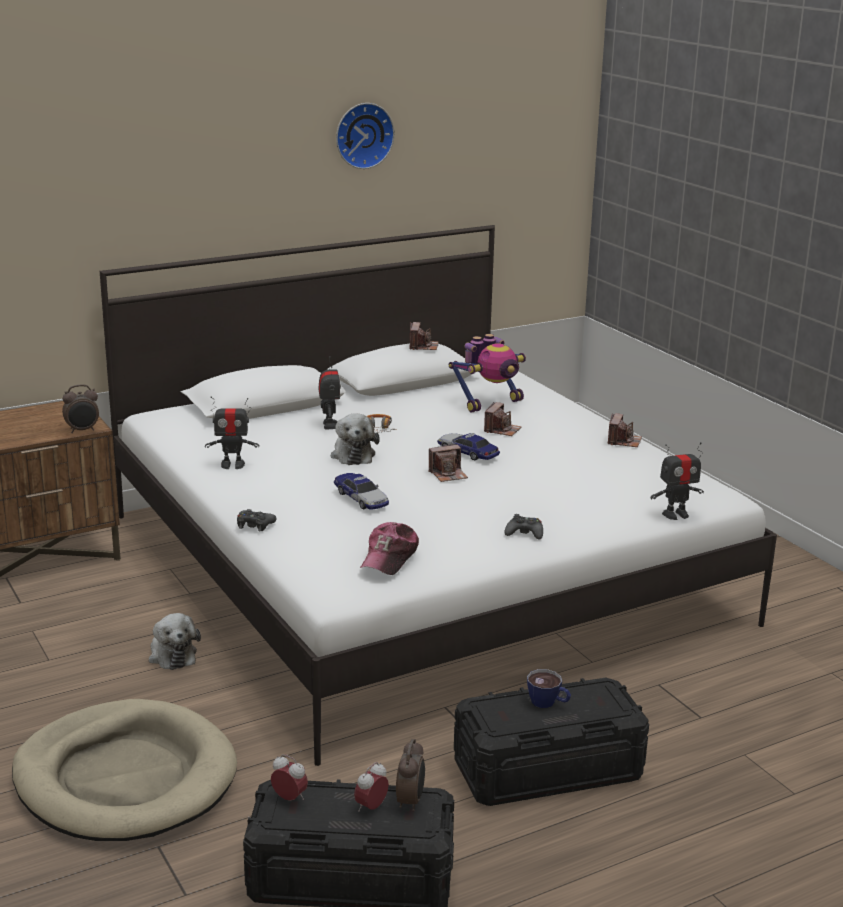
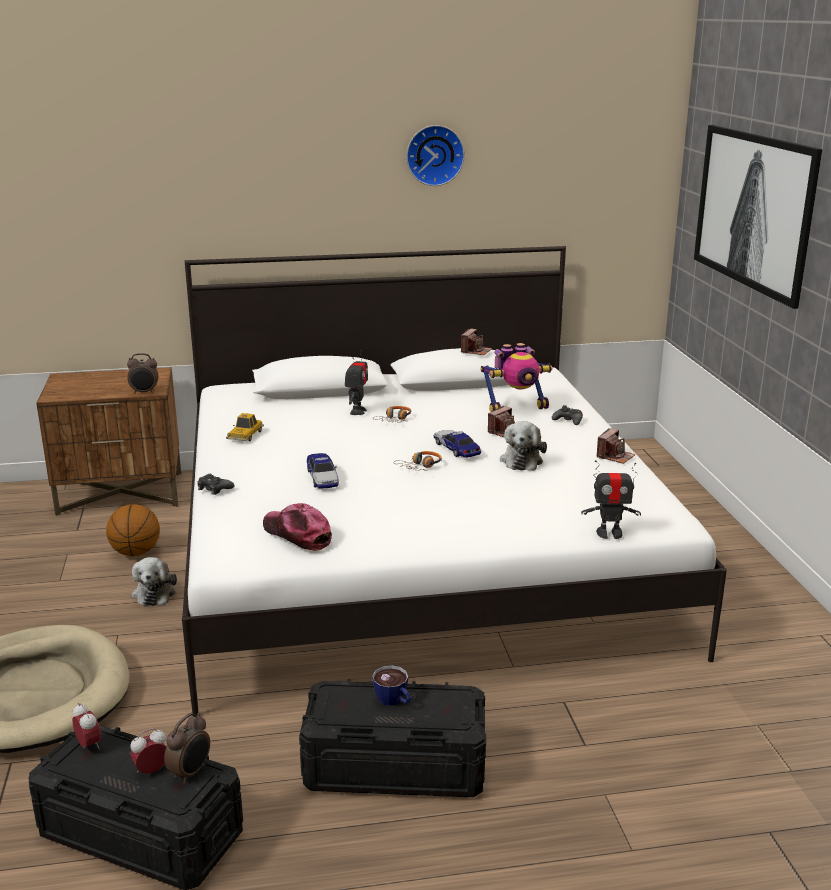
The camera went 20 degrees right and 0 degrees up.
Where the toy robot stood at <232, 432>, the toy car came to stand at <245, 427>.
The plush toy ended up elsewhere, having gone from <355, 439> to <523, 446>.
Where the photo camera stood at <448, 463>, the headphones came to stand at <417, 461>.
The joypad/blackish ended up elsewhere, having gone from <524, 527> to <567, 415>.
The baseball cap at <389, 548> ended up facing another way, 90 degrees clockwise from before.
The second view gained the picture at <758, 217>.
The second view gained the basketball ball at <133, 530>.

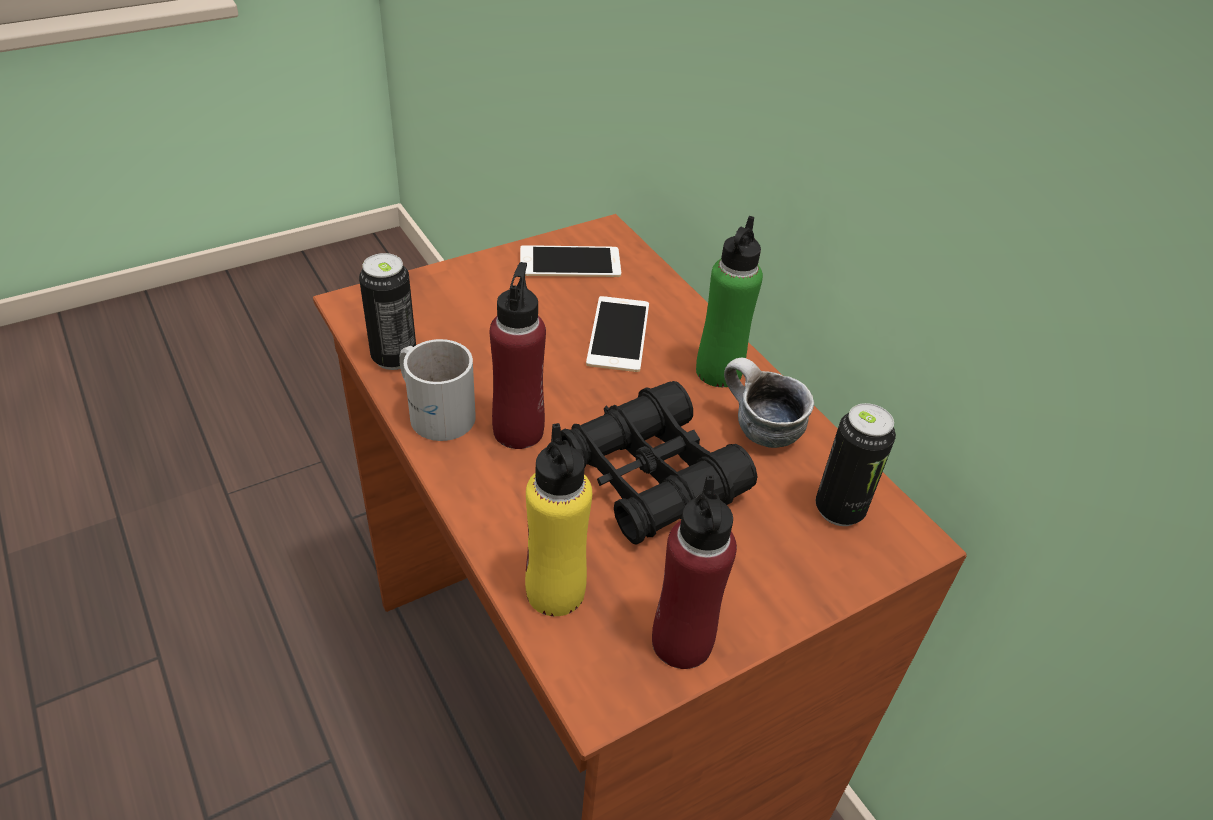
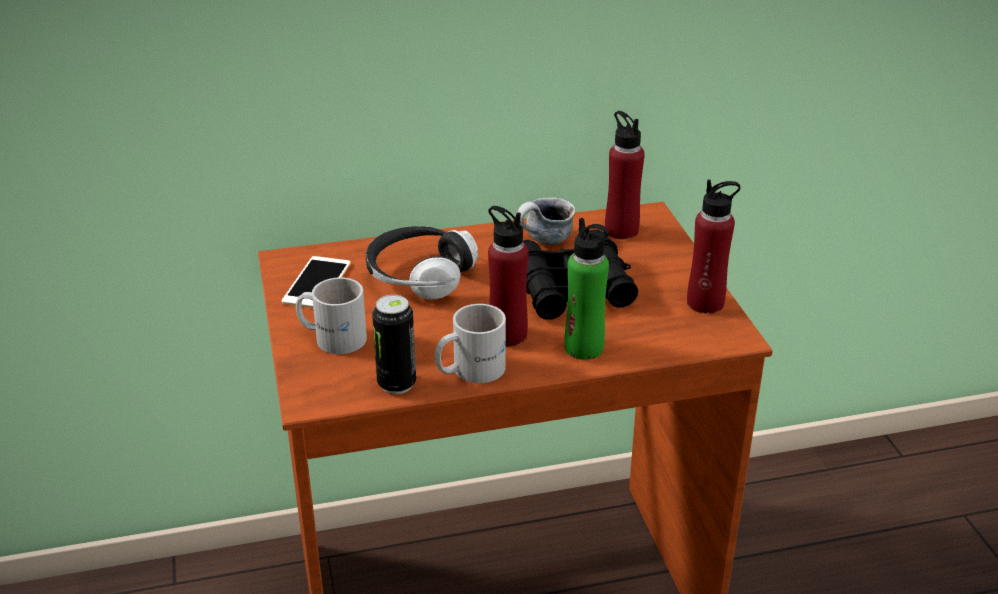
The camera went 70 degrees left and 10 degrees down.
The drink bottle/green ended up elsewhere, having gone from <729, 301> to <587, 289>.
Where the handset stood at <617, 334>, the headphones came to stand at <422, 263>.
Where the can stood at <856, 464>, the drink bottle/red came to stand at <625, 175>.
The second view lost the drink bottle/yellow-coloured at <558, 519>.
The second view gained the coffee mug/white at <331, 315>.

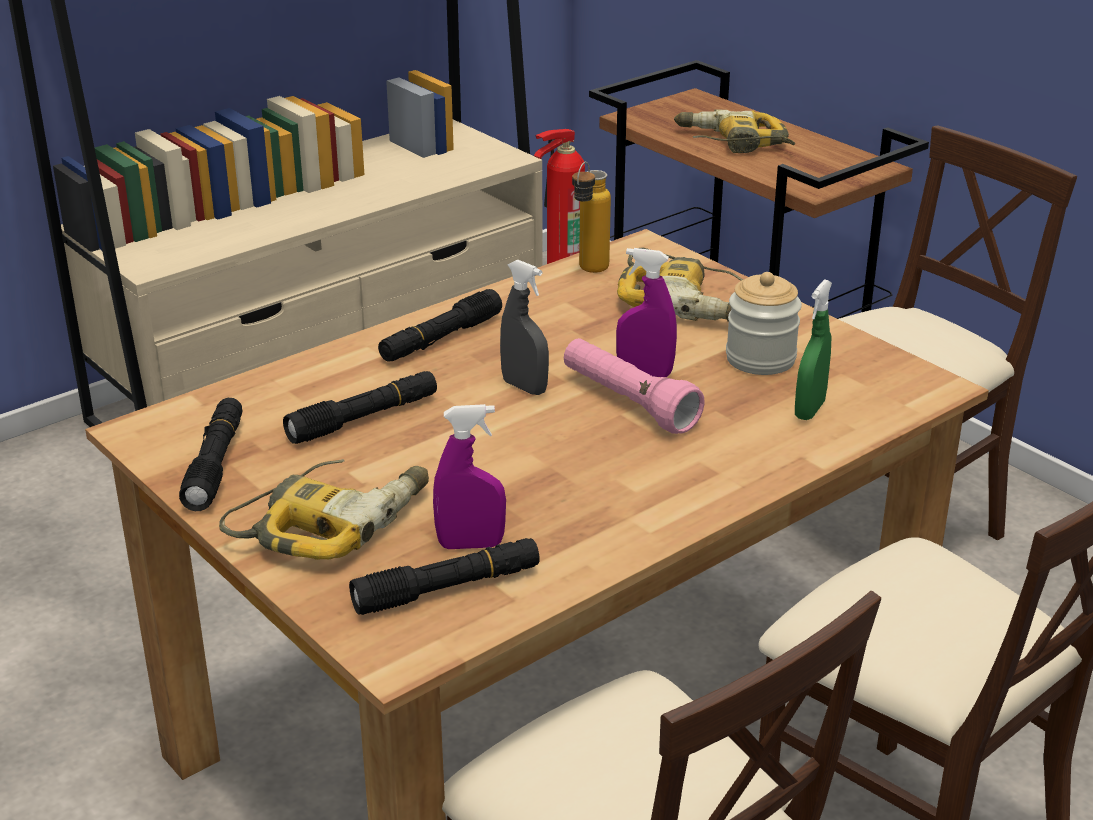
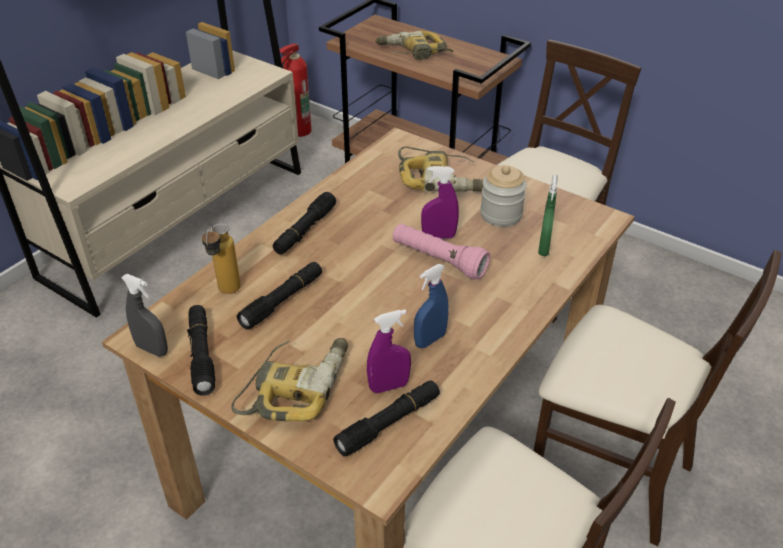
The camera went 15 degrees left and 10 degrees up.
The drink bottle ended up elsewhere, having gone from <591, 217> to <221, 259>.
The hand sprayer/greyish ended up elsewhere, having gone from <524, 327> to <144, 315>.
The second view gained the hand sprayer/blue at <431, 306>.

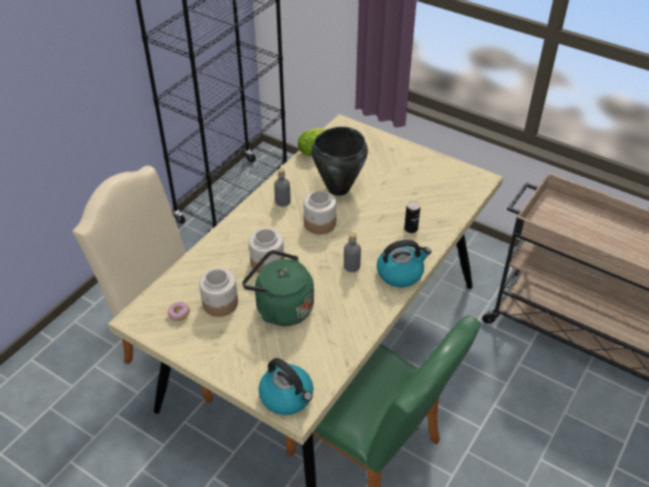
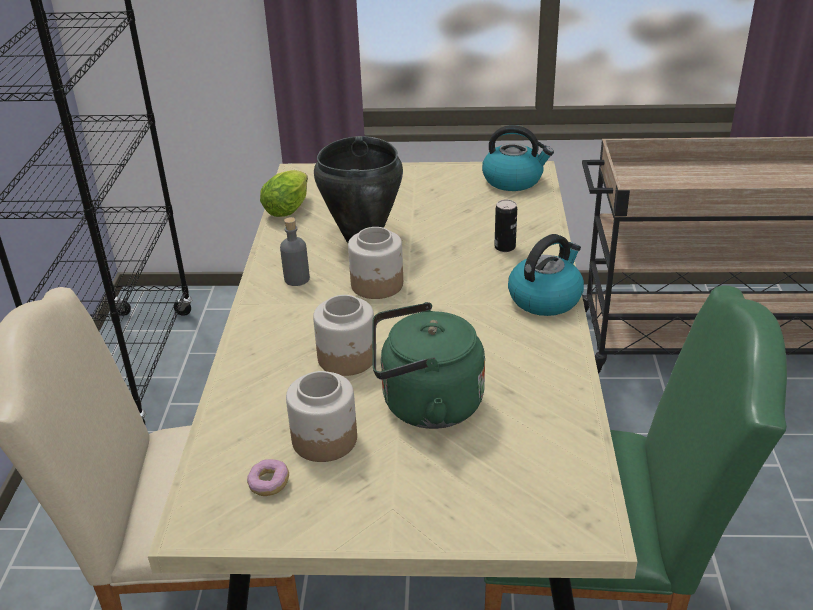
The camera went 30 degrees left and 10 degrees down.
The second view lost the drink bottle/greyish at <352, 252>.
The tea kettle ended up elsewhere, having gone from <286, 386> to <518, 158>.

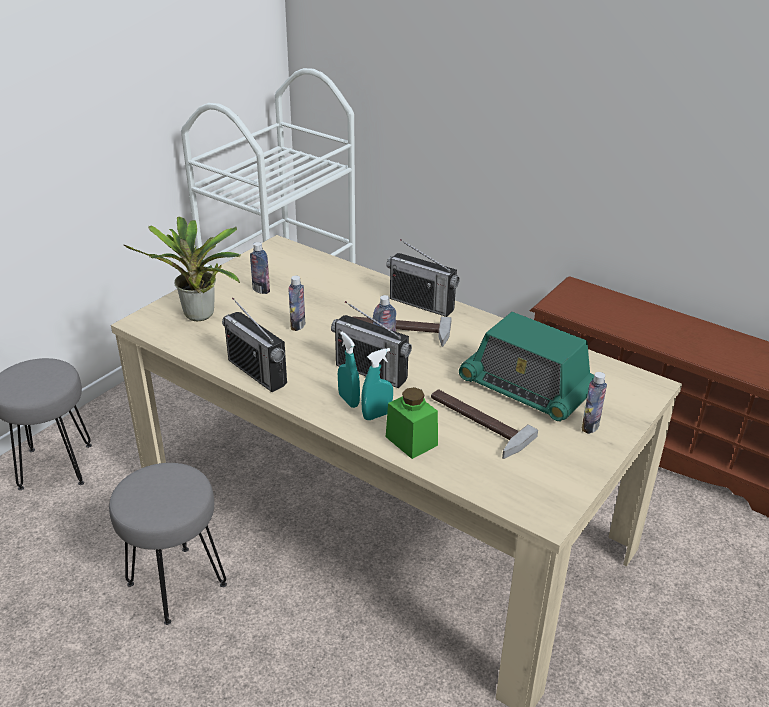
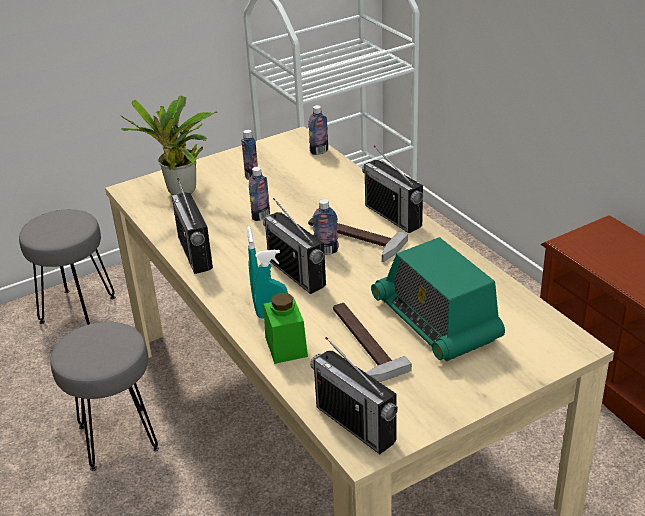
The camera went 25 degrees right and 0 degrees up.
The drink bottle ended up elsewhere, having gone from <594, 403> to <318, 130>.
The second view gained the radio at <354, 395>.

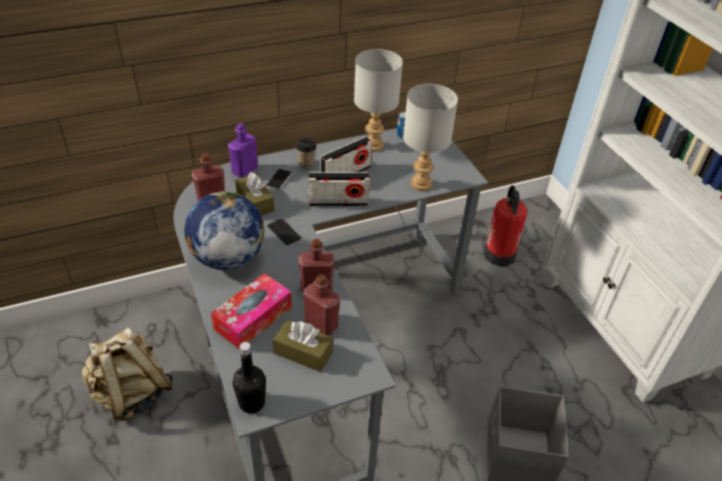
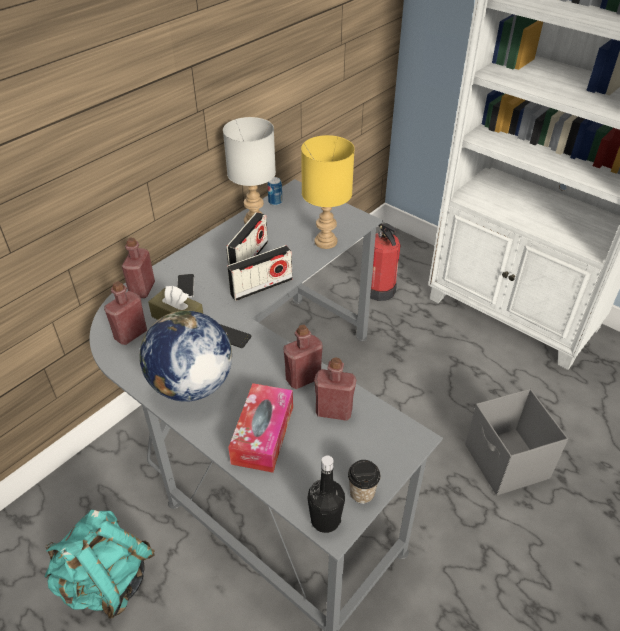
The camera went 25 degrees left and 0 degrees up.
What was the tabletop lamp/greyish at <430, 137> turned into the tabletop lamp/yellow-coloured at <328, 192>.
What was the drink bottle/purplish at <243, 150> turned into the drink bottle/red at <138, 268>.
The drinking cup ended up elsewhere, having gone from <306, 153> to <364, 482>.
The second view lost the tissue holder/brownish at <303, 346>.
What was the backpack/sand-coloured at <127, 374> turned into the backpack/turquoise at <100, 564>.

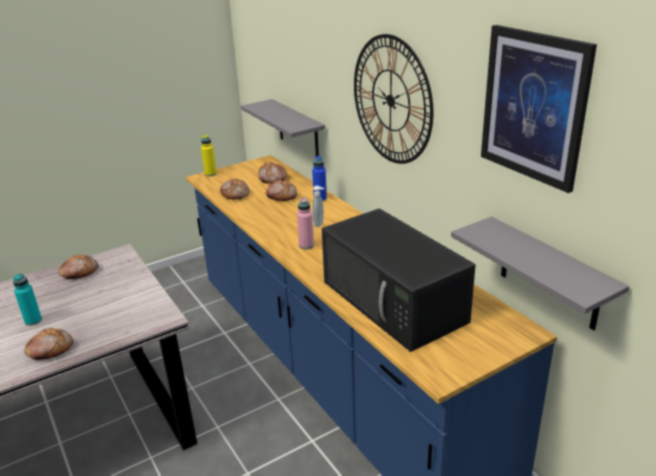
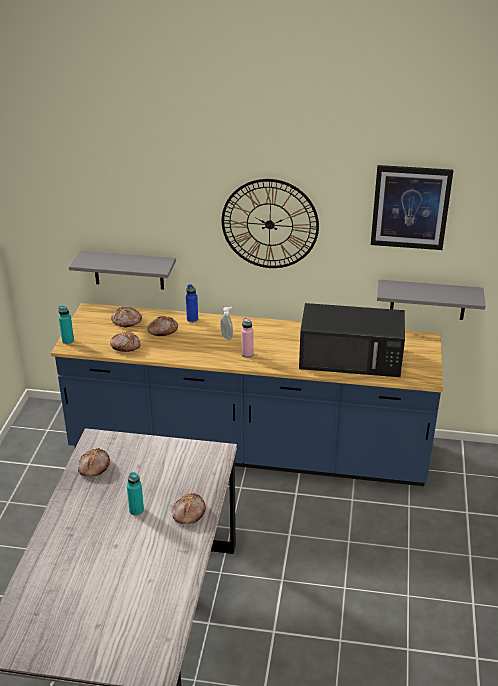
The camera went 50 degrees left and 5 degrees up.
What was the drink bottle/yellow-coloured at <209, 155> turned into the drink bottle/turquoise at <66, 325>.

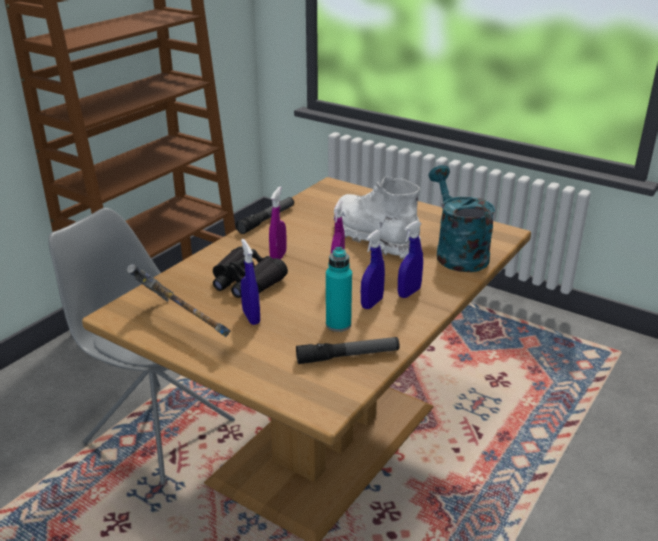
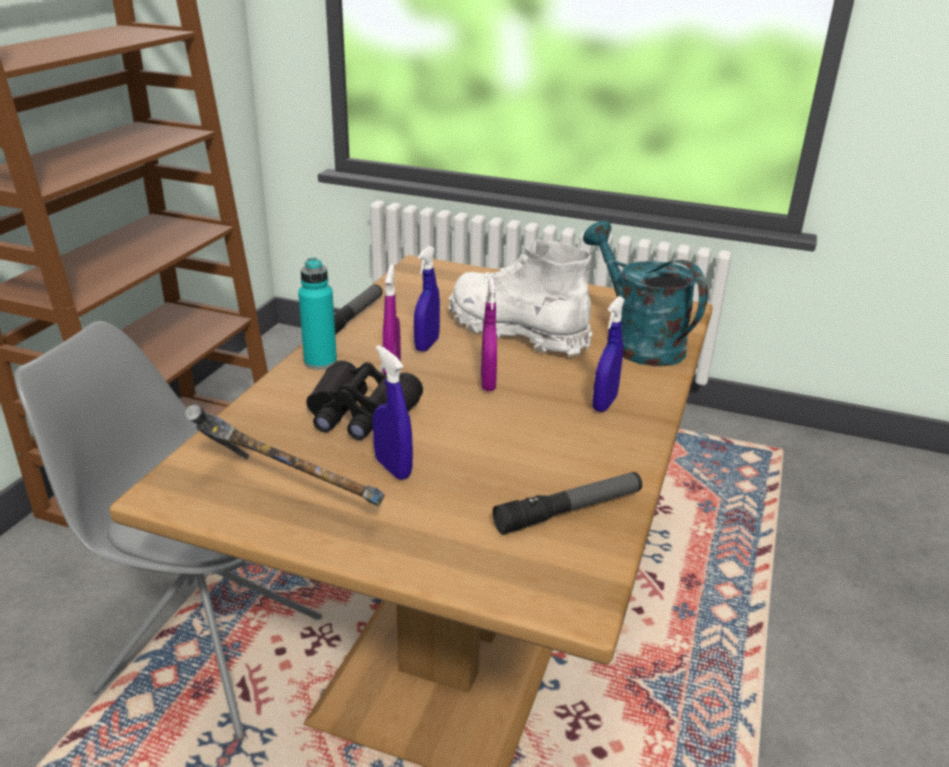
The camera went 15 degrees left and 0 degrees up.
The hand sprayer/blue ended up elsewhere, having gone from <373, 269> to <427, 299>.
The drink bottle/turquoise ended up elsewhere, having gone from <339, 289> to <317, 314>.

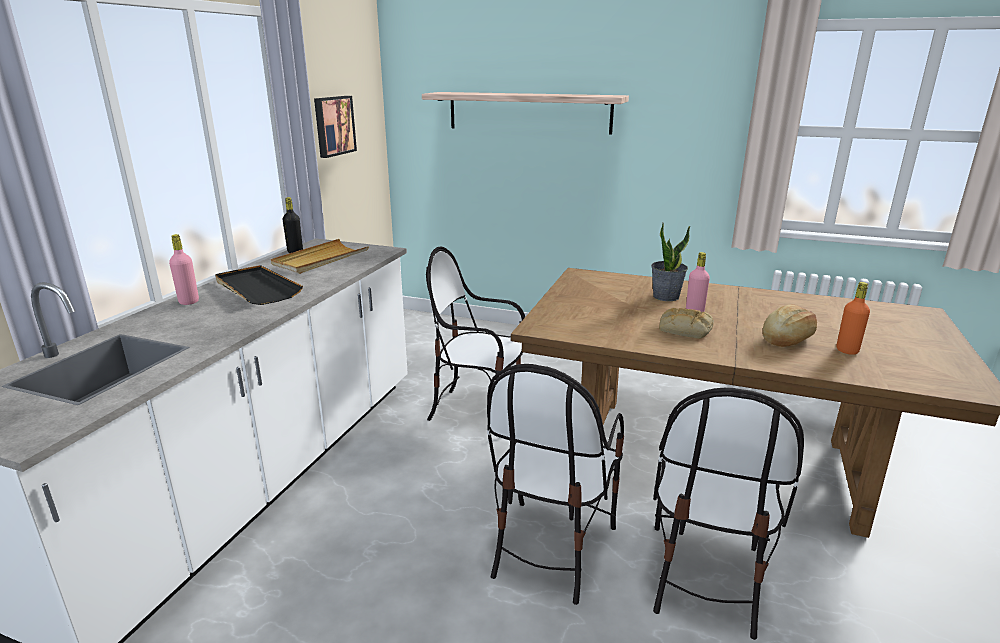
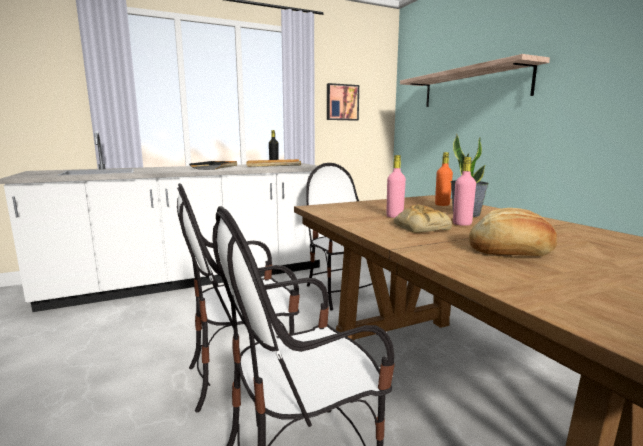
The camera went 45 degrees right and 10 degrees down.
The drink bottle/pink ended up elsewhere, having gone from <184, 269> to <396, 186>.
The drink bottle/orange-coloured ended up elsewhere, having gone from <853, 318> to <444, 179>.

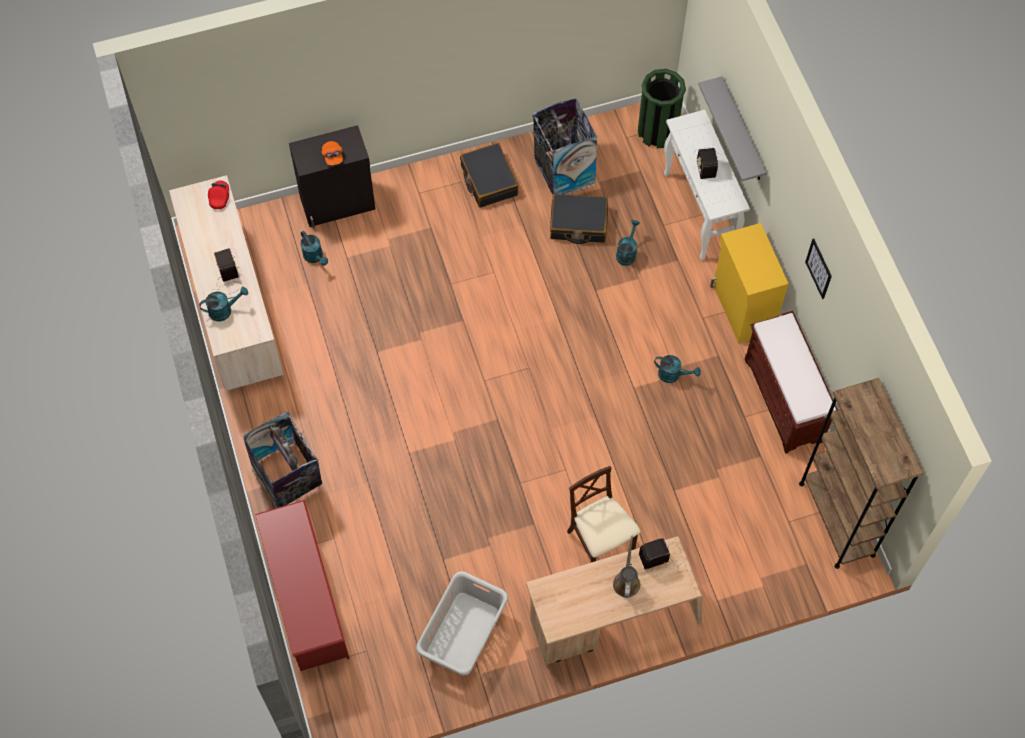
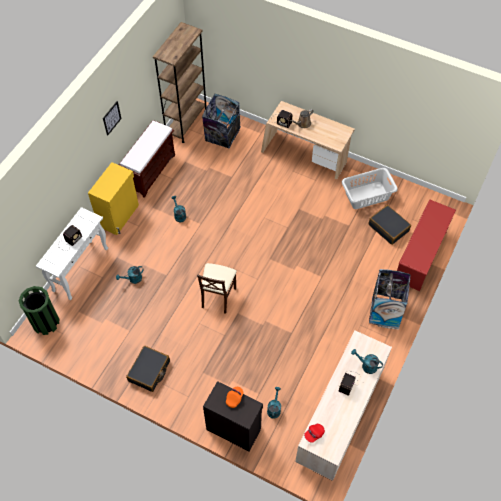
The camera went 135 degrees left and 5 degrees down.
The second view lost the bracket shelf/greyish at <732, 128>.
The trash can ended up elsewhere, having gone from <564, 146> to <221, 121>.
The suitcase/blackish ended up elsewhere, having gone from <579, 219> to <389, 225>.
The upright chair/sand-coloured ended up elsewhere, having gone from <604, 514> to <217, 288>.

